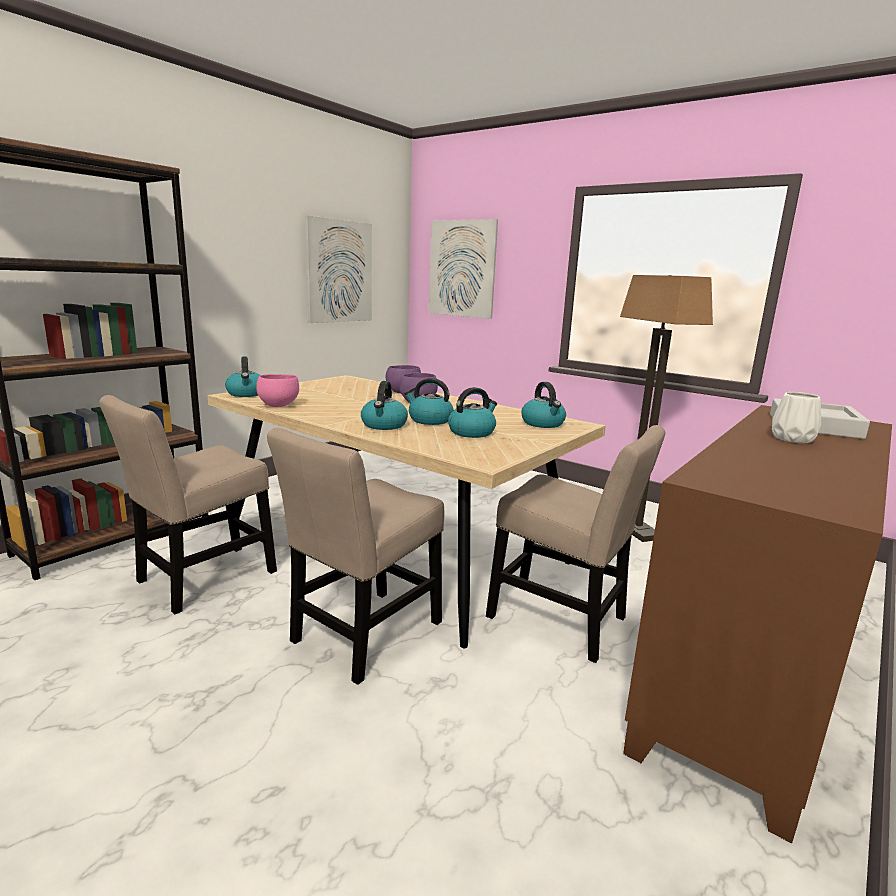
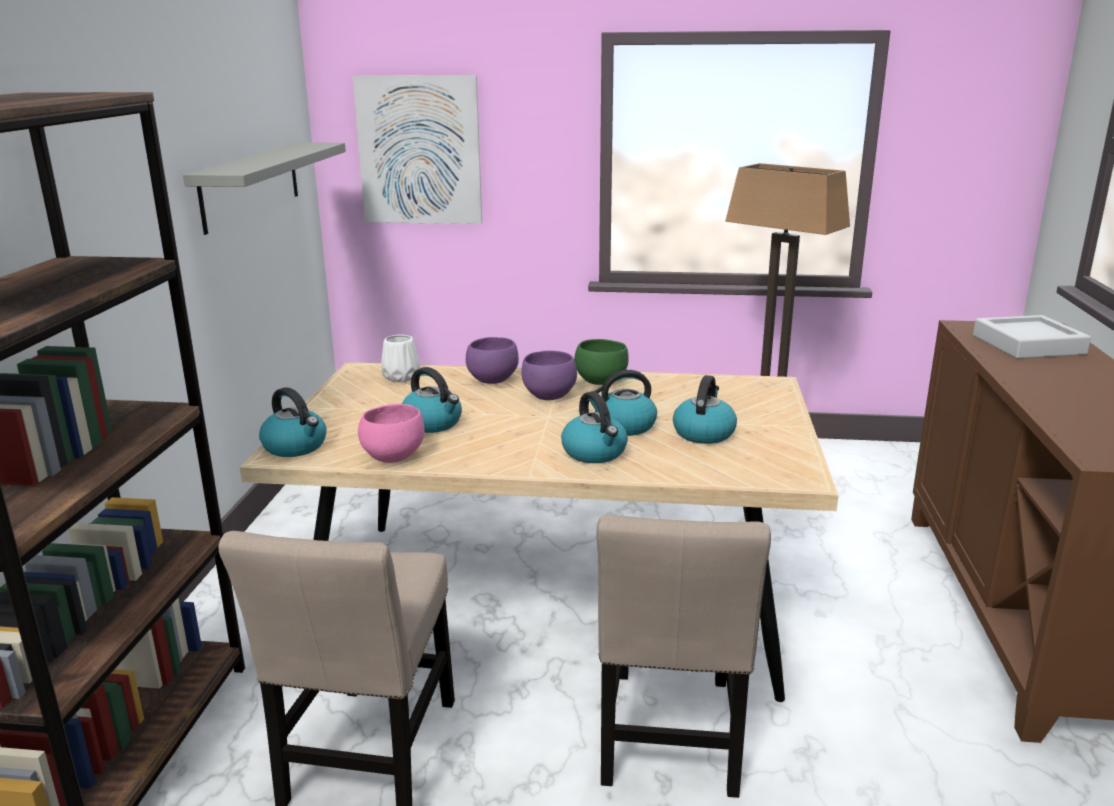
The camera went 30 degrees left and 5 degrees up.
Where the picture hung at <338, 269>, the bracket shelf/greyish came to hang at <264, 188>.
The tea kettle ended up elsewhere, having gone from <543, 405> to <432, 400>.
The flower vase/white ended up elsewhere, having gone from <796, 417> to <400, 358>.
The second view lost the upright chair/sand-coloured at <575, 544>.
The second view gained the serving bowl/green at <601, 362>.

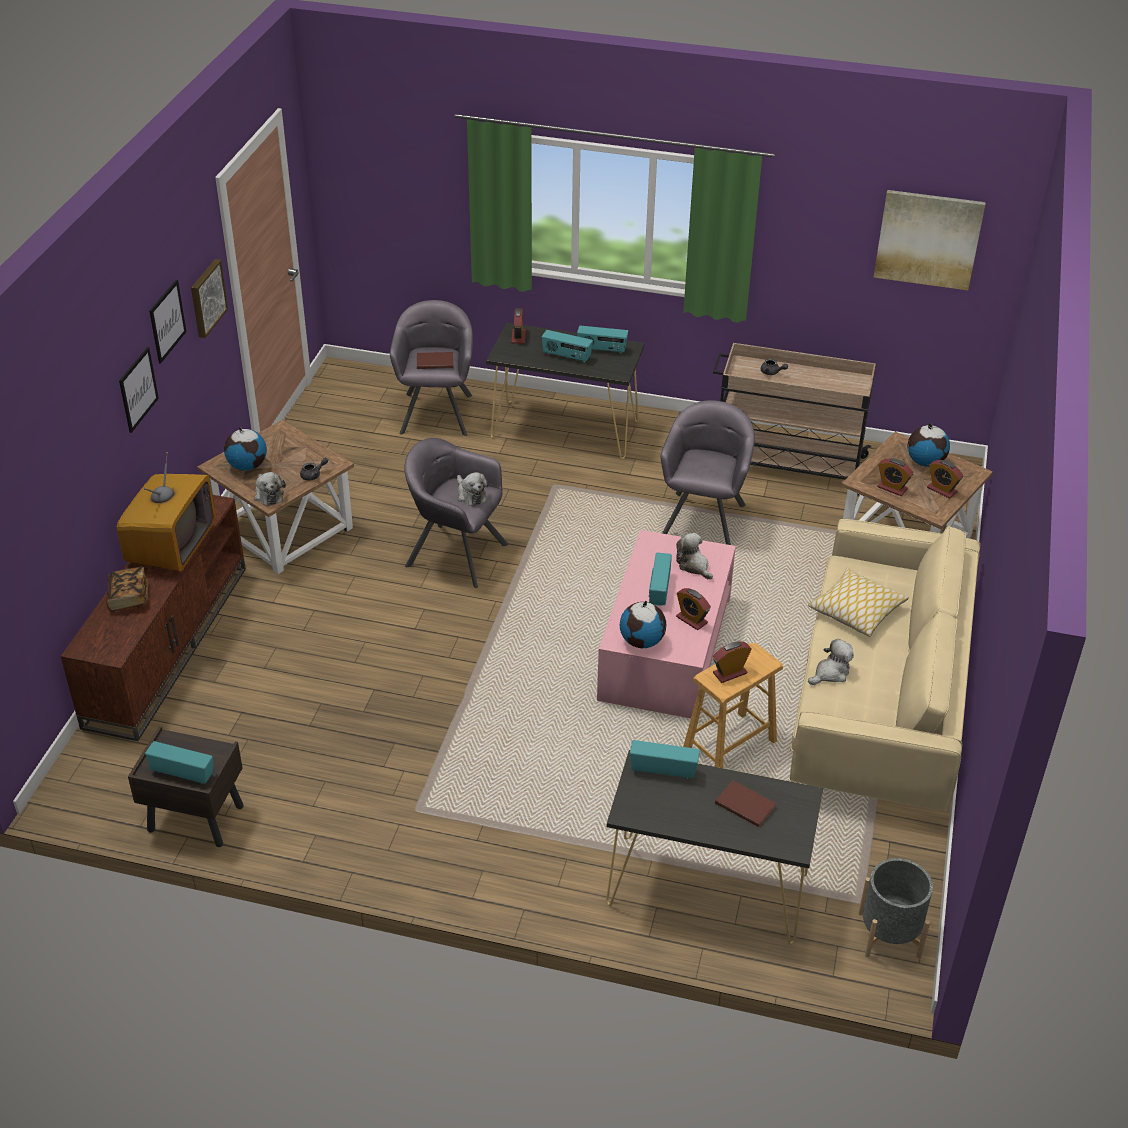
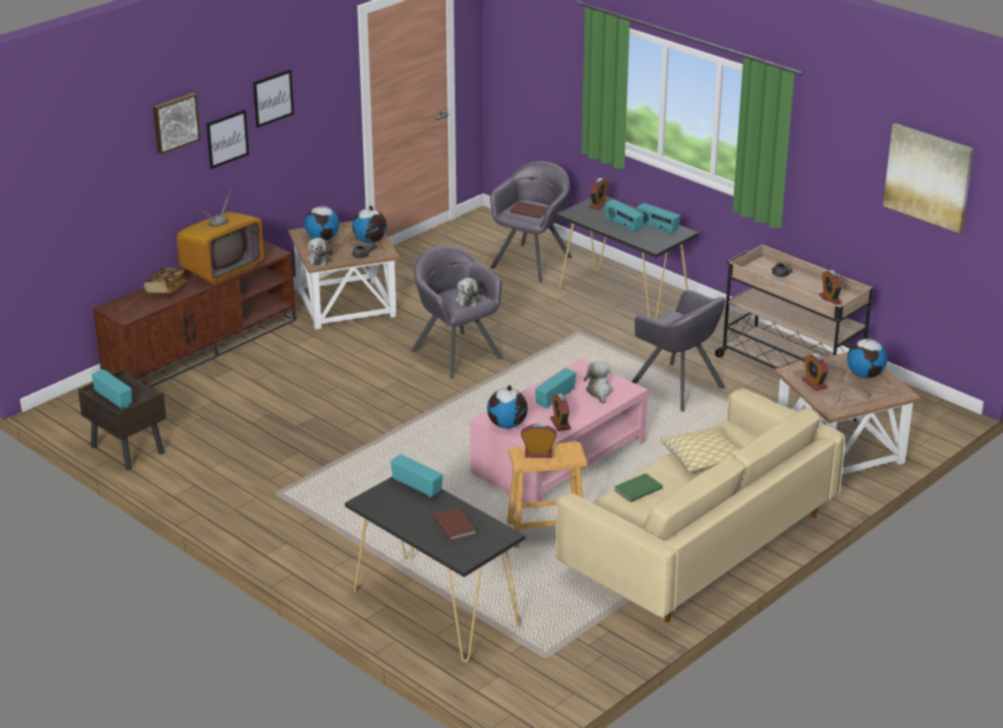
The camera went 30 degrees right and 10 degrees down.
The picture ended up elsewhere, having gone from <209, 298> to <177, 123>.
The lounge chair/greyish at <708, 472> ended up facing another way, 90 degrees clockwise from before.
The table clock ended up elsewhere, having gone from <945, 479> to <831, 287>.
Where the plush toy stood at <831, 662>, the bound book/green came to stand at <638, 487>.
The second view lost the planter/greyish at <895, 908>.
The second view gained the world globe at <369, 224>.

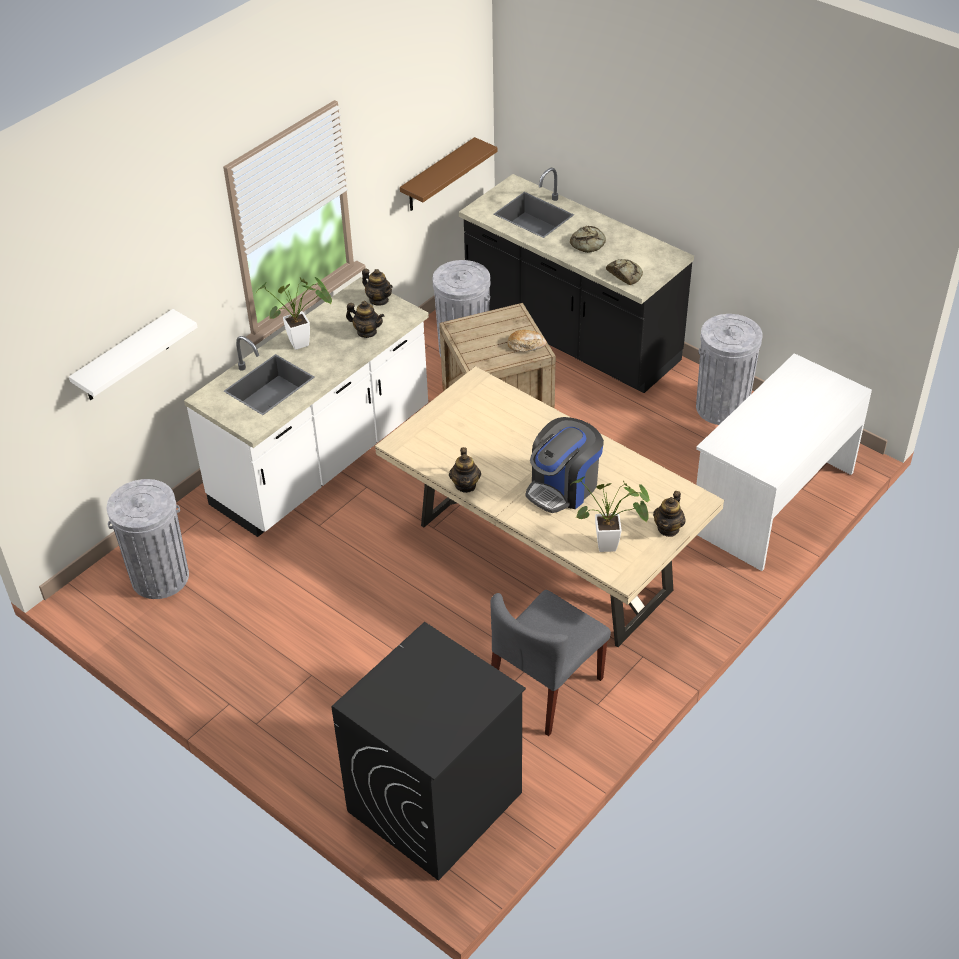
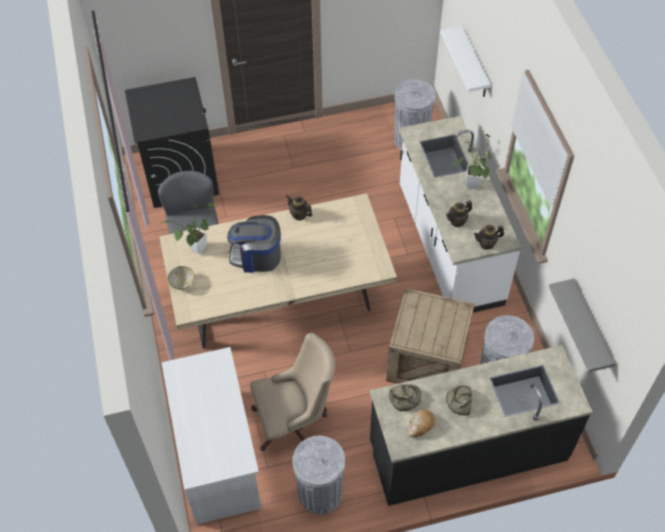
The camera went 125 degrees right and 10 degrees up.
What was the bracket shelf/brownish at <448, 174> turned into the bracket shelf/greyish at <582, 325>.
The bakery bread ended up elsewhere, having gone from <527, 340> to <421, 423>.
The coffee brewer at <565, 465> ended up facing another way, 75 degrees counterclockwise from before.
Where the tea pot stood at <669, 514>, the serving bowl came to stand at <181, 278>.
The second view gained the office chair/sand-coloured at <292, 392>.

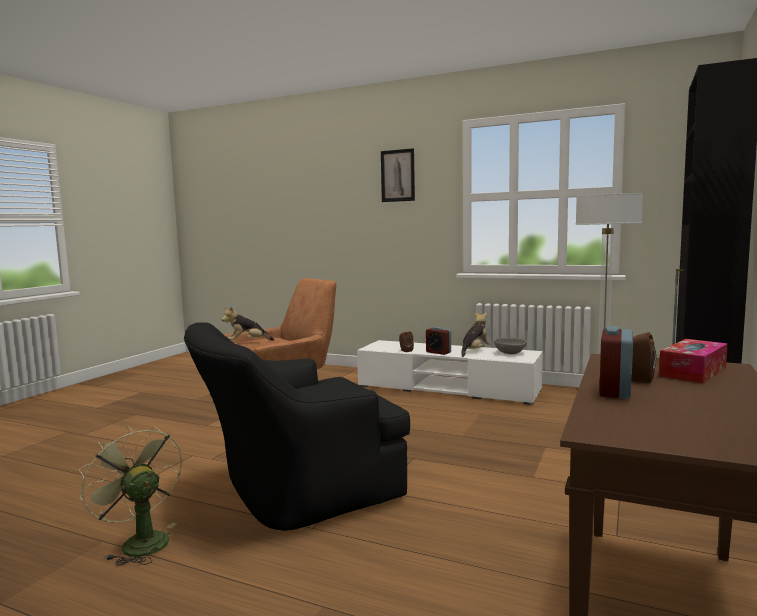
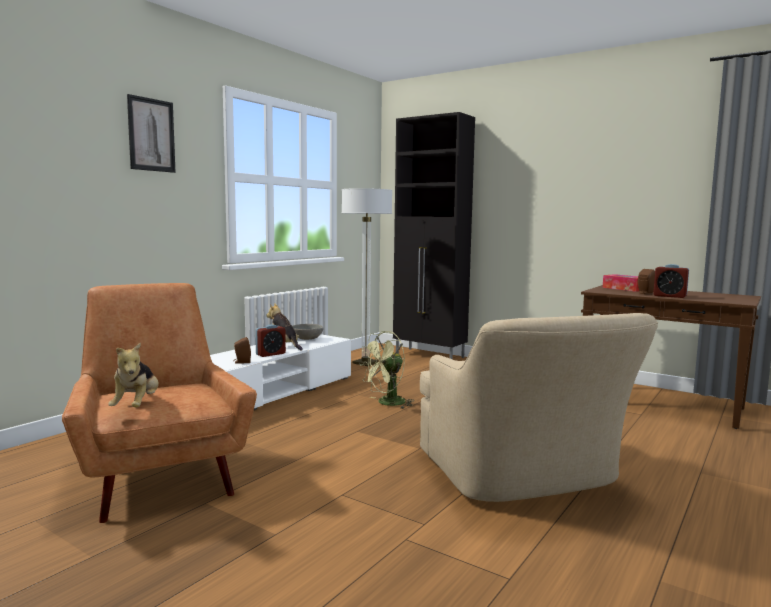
The camera went 80 degrees left and 0 degrees up.
What was the lounge chair/blackish at <297, 426> turned into the lounge chair/sand-coloured at <539, 407>.
The electric fan/green ended up elsewhere, having gone from <130, 496> to <386, 370>.

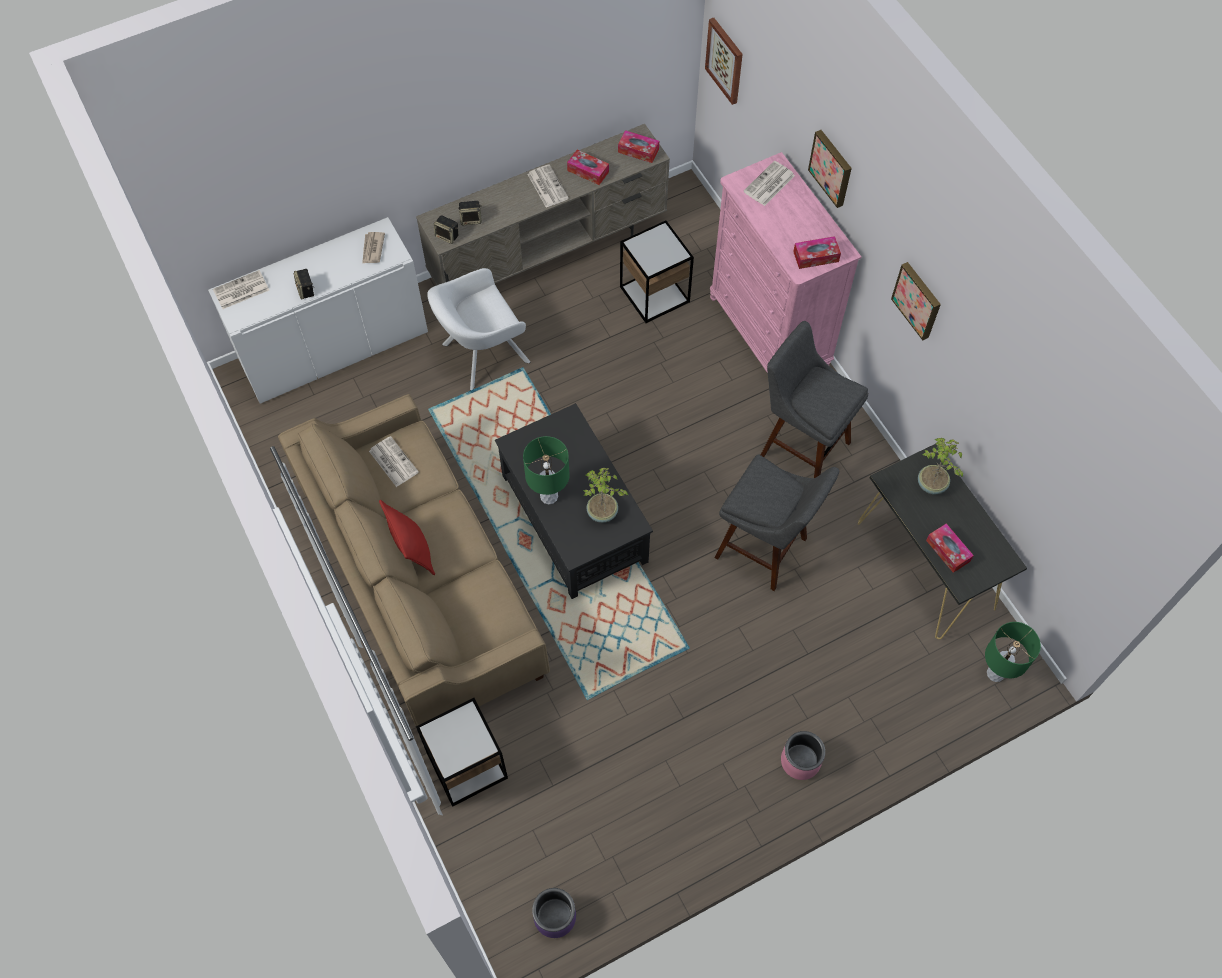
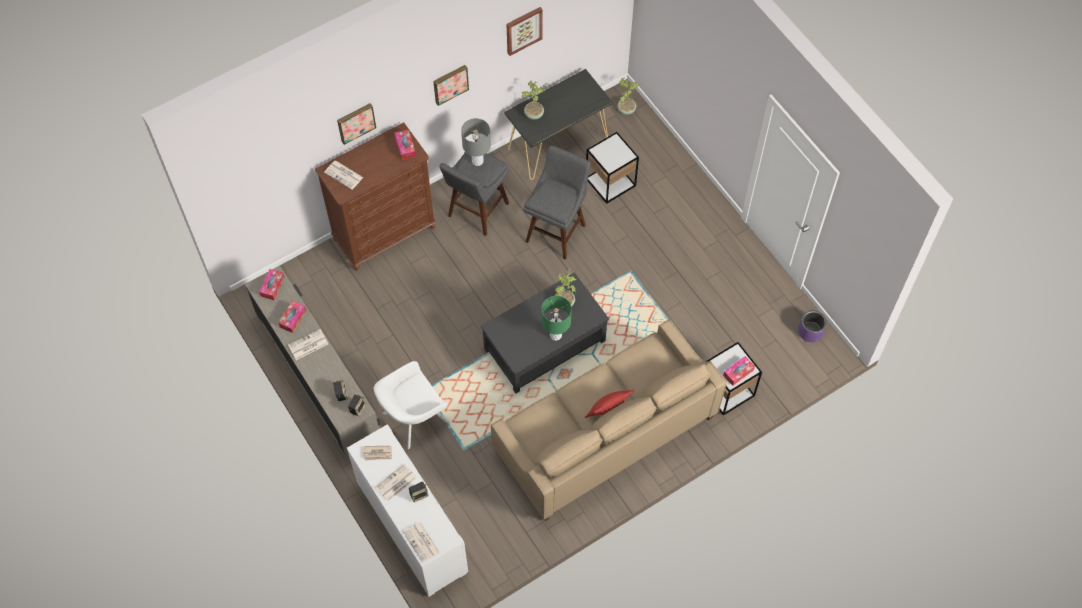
The camera went 95 degrees left and 0 degrees up.
The picture ended up elsewhere, having gone from <724, 61> to <525, 31>.
What was the drawer chest/pink at <786, 262> turned into the drawer chest/brownish at <375, 196>.
The side table ended up elsewhere, having gone from <657, 272> to <612, 168>.
The lounge chair/white at <478, 329> ended up facing another way, 90 degrees clockwise from before.
The printed paper ended up elsewhere, having gone from <394, 461> to <396, 482>.
The tissue holder ended up elsewhere, having gone from <950, 548> to <739, 371>.
Where the tabletop lamp/green stood at <1013, 652>, the houseplant came to stand at <628, 96>.
The second view lost the planter/pink at <803, 755>.
The second view gained the tabletop lamp/greyish at <476, 142>.

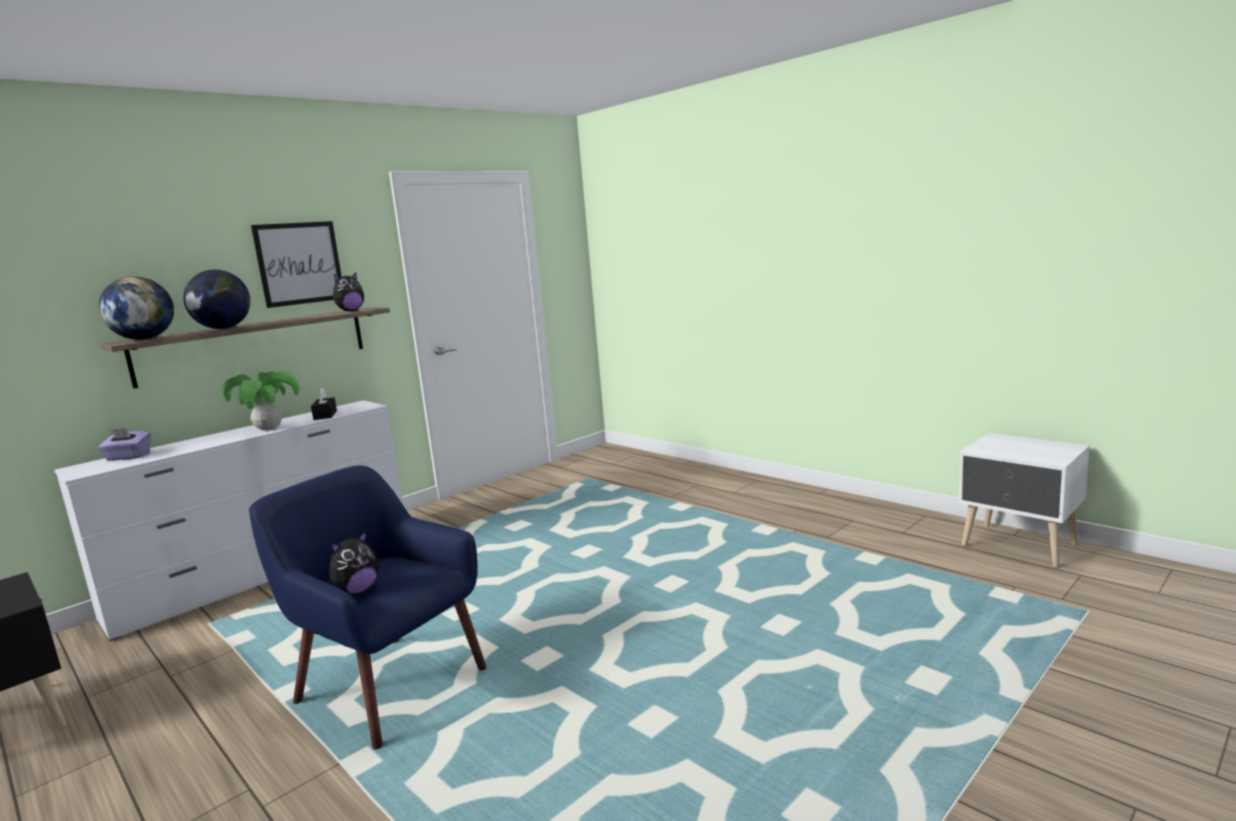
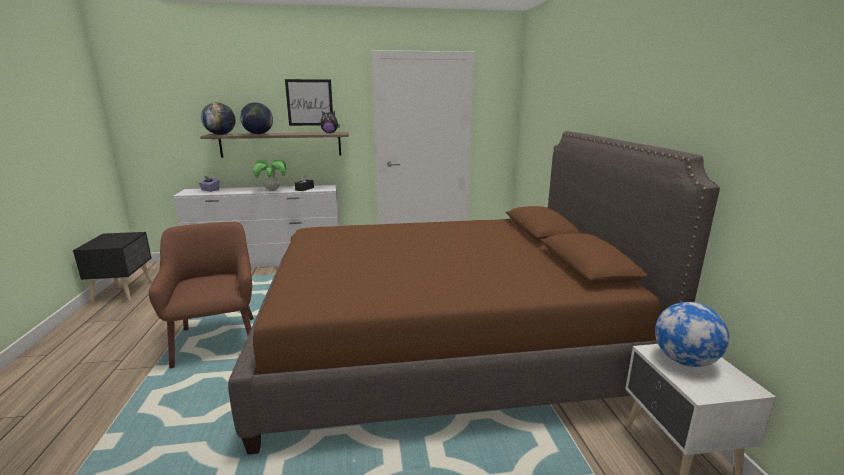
The camera went 35 degrees right and 5 degrees up.
What was the lounge chair/blue at <368, 607> turned into the lounge chair/brownish at <201, 295>.
The second view lost the plush toy at <353, 562>.
The second view gained the bedroom bed/brownish at <474, 293>.
The second view gained the world globe at <692, 334>.

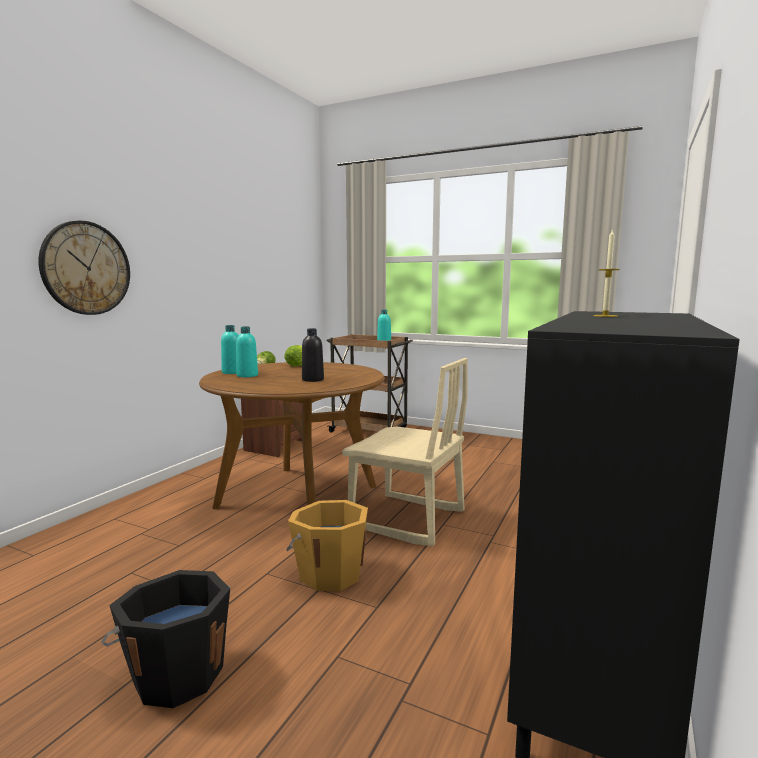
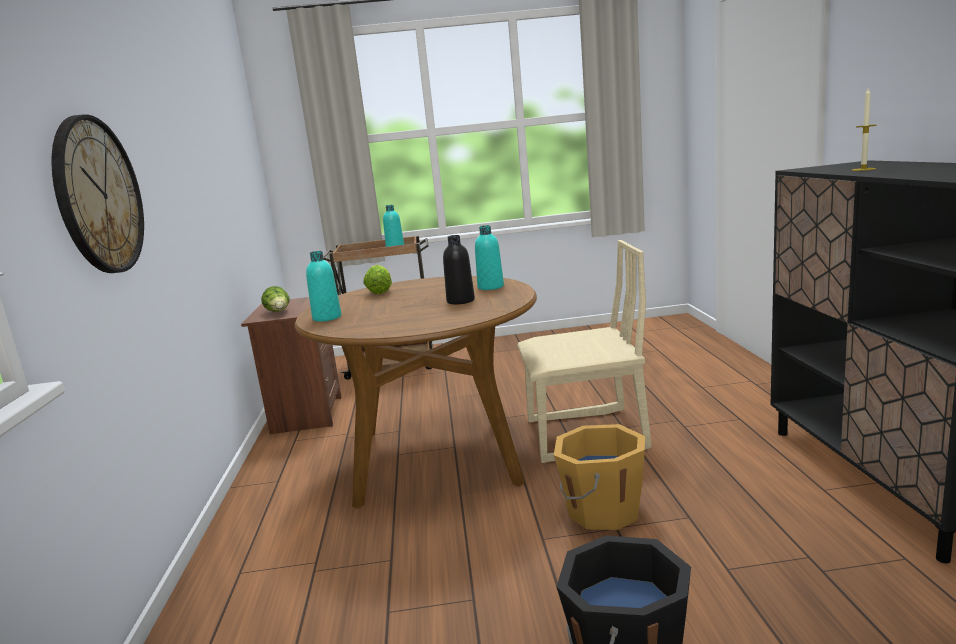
The camera went 30 degrees left and 5 degrees up.
The drink bottle/turquoise ended up elsewhere, having gone from <247, 352> to <489, 257>.

